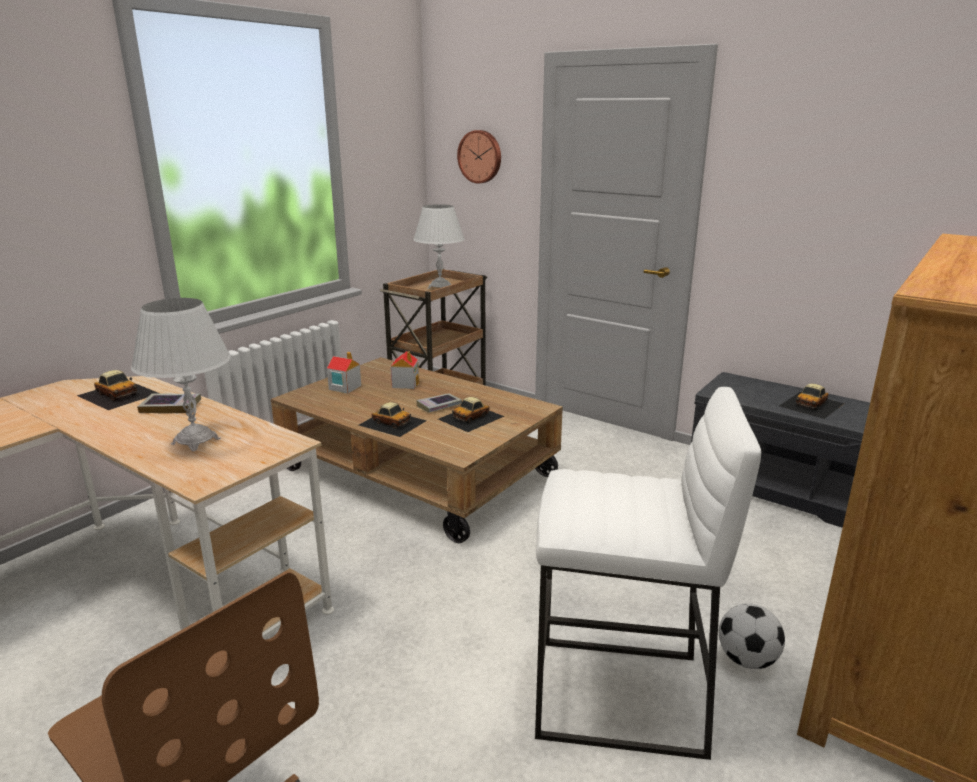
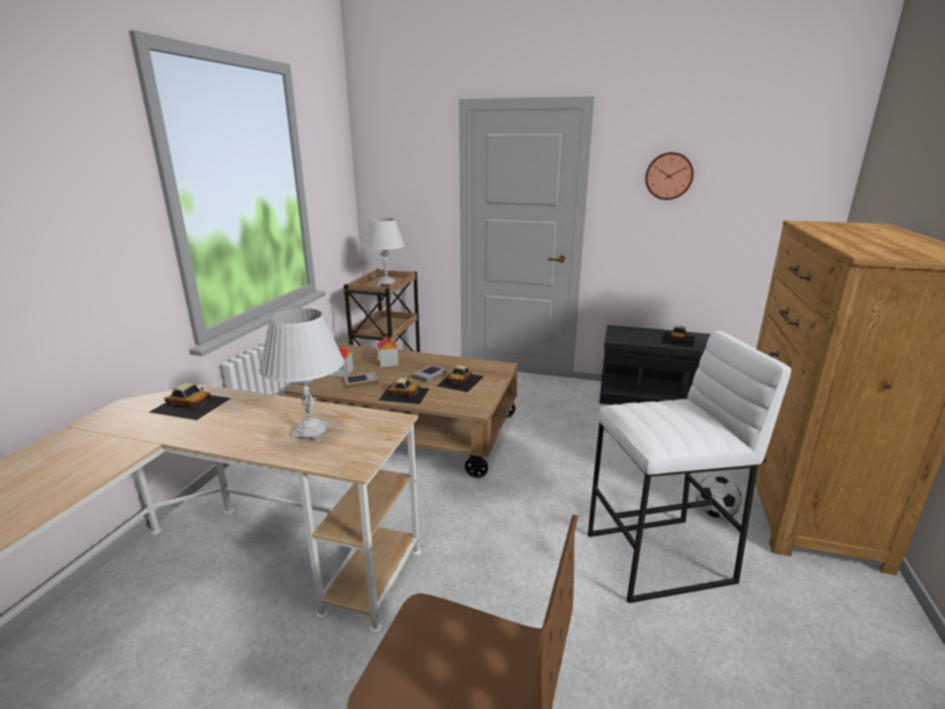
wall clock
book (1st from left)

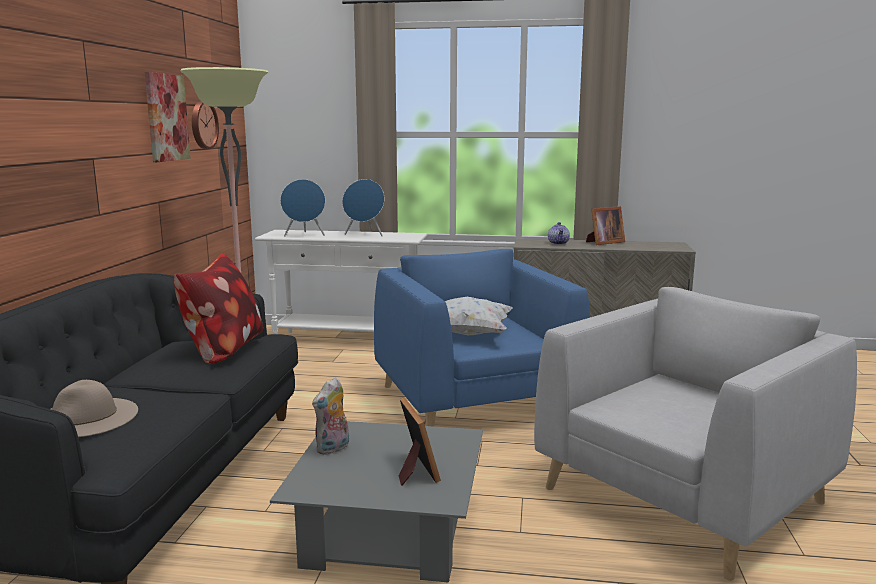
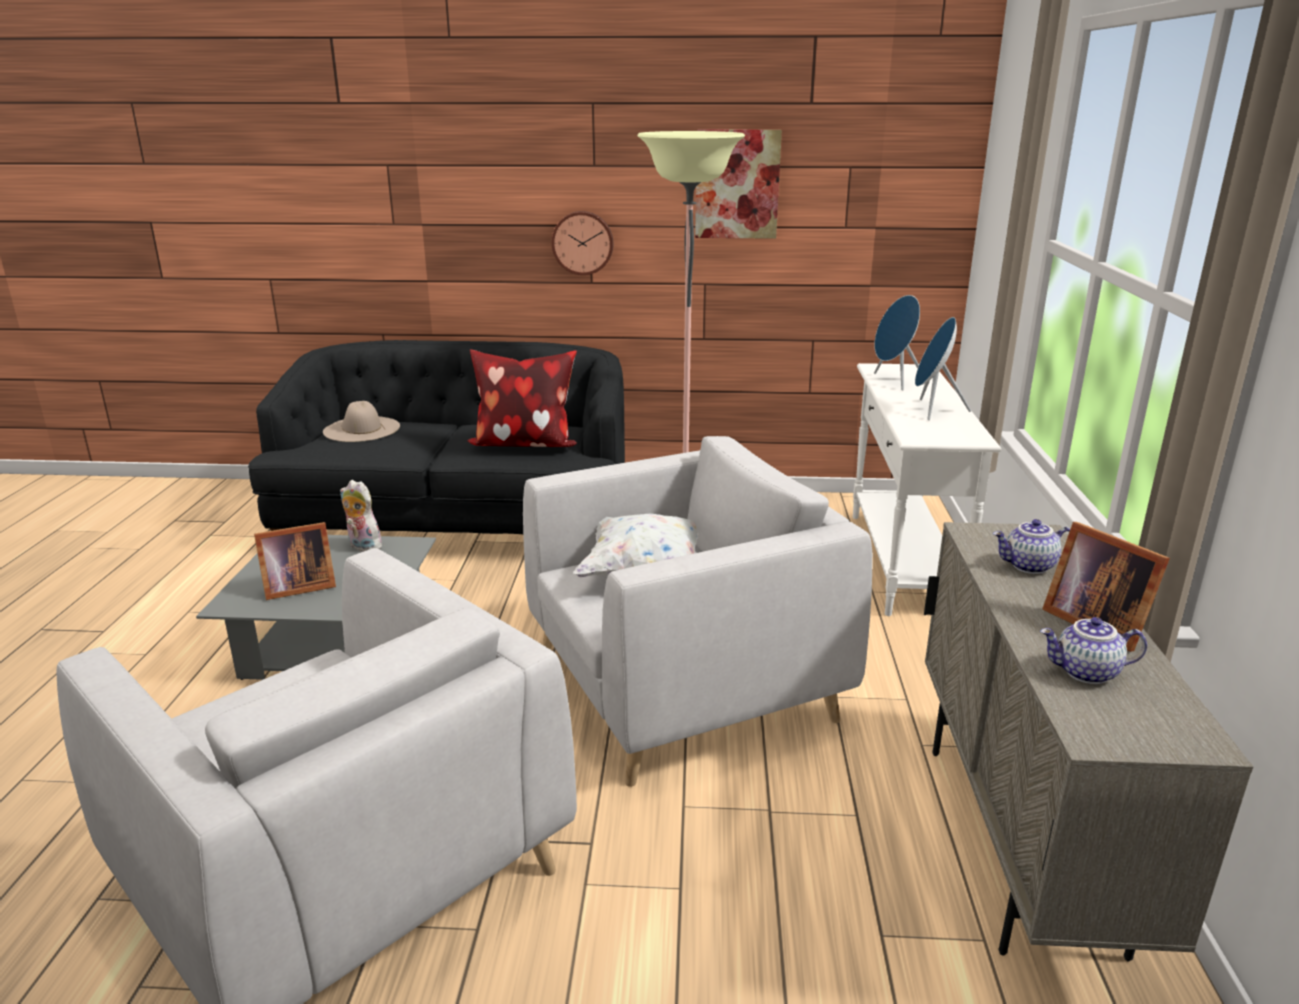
wall clock
armchair in grey (2nd from left)
teapot (2nd from left)

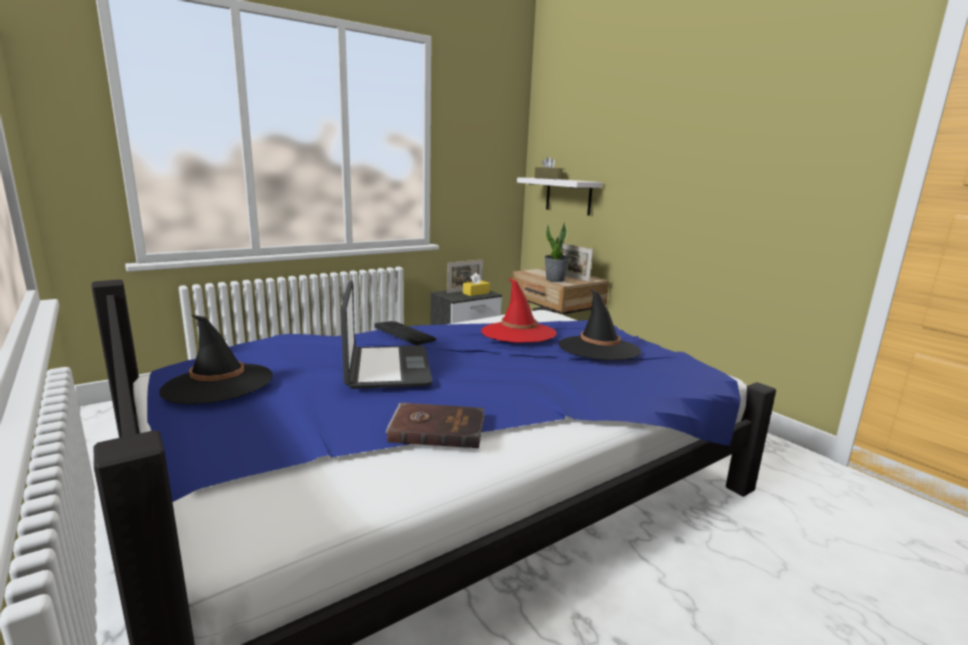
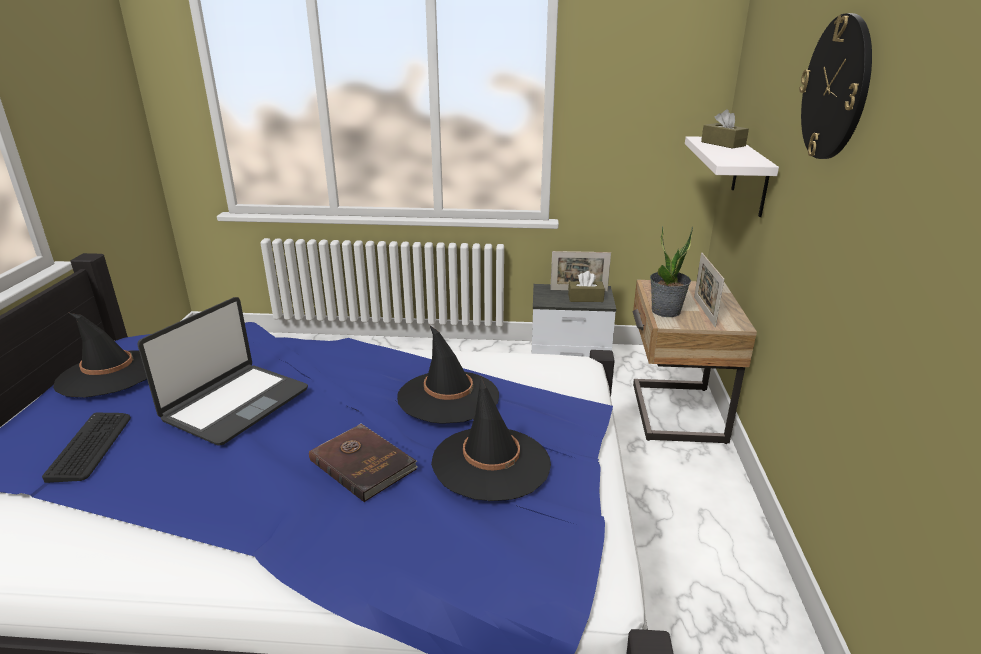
tissue box in brown (1st from left)
hat in black (2nd from left)
keyboard
book in brown
wall clock

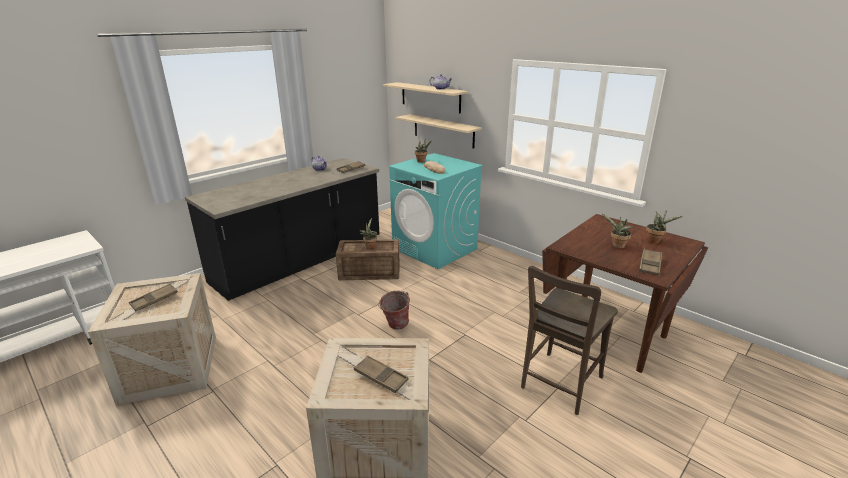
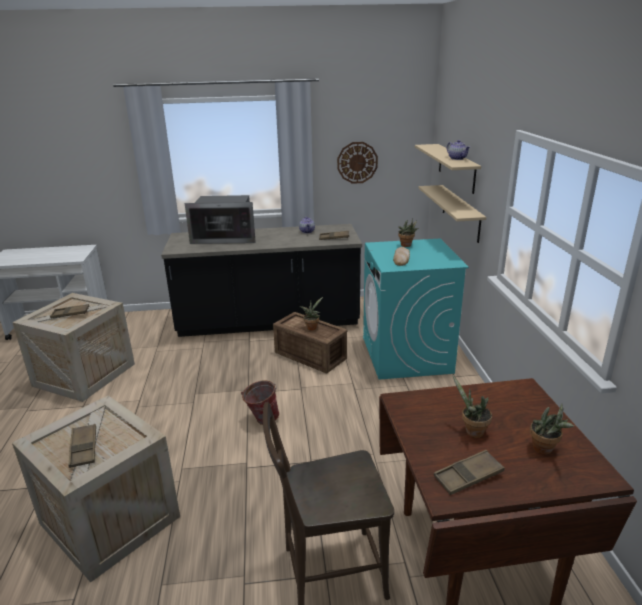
wall clock
microwave

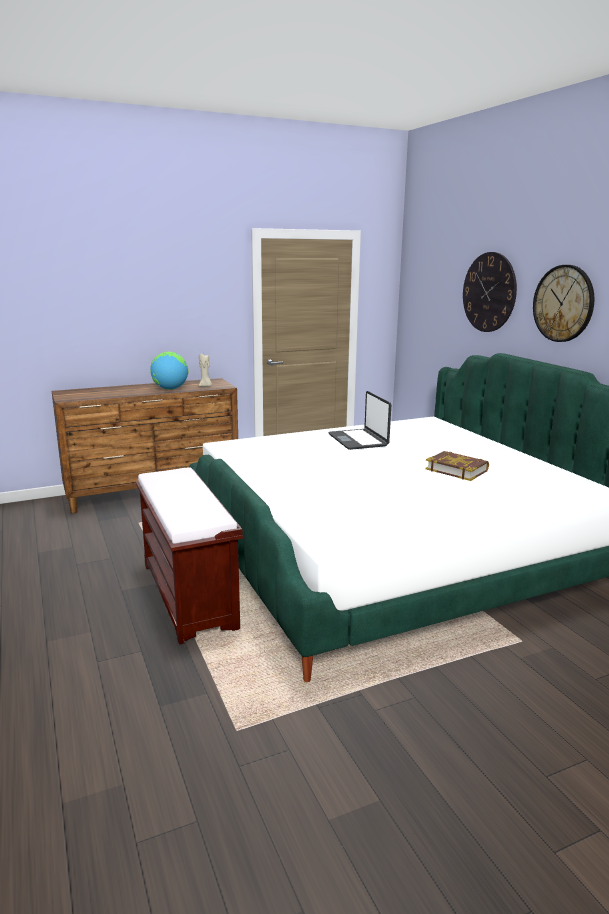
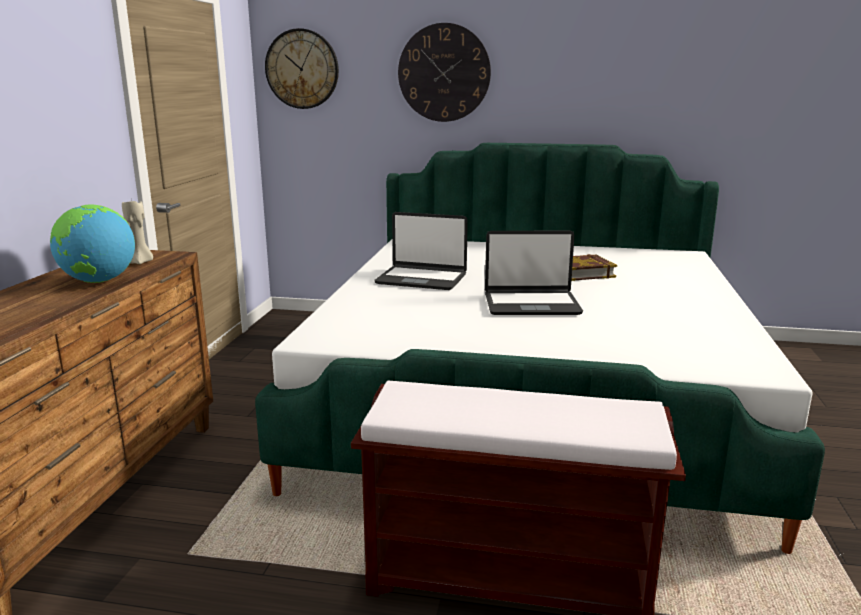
wall clock (1st from left)
laptop (2nd from left)

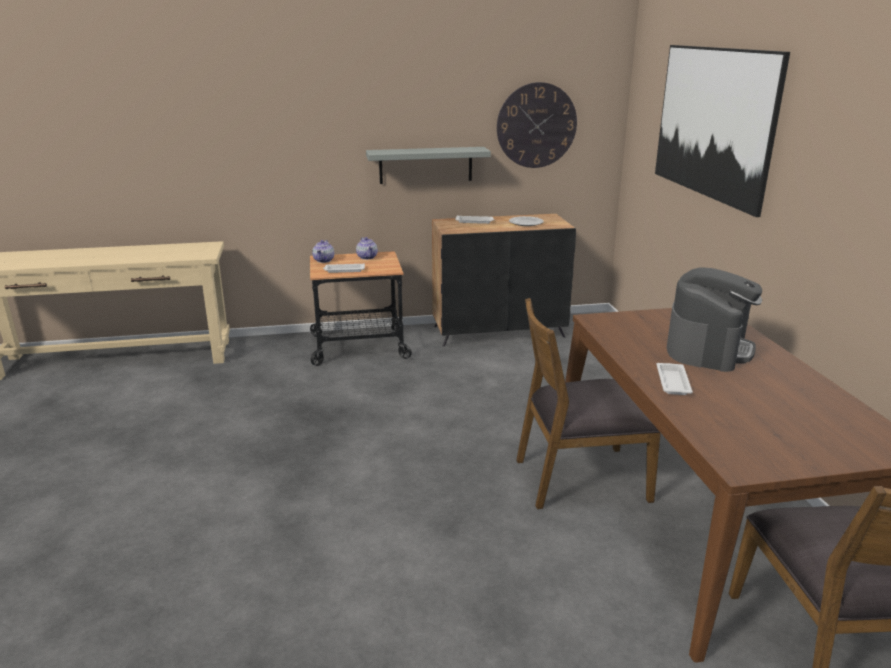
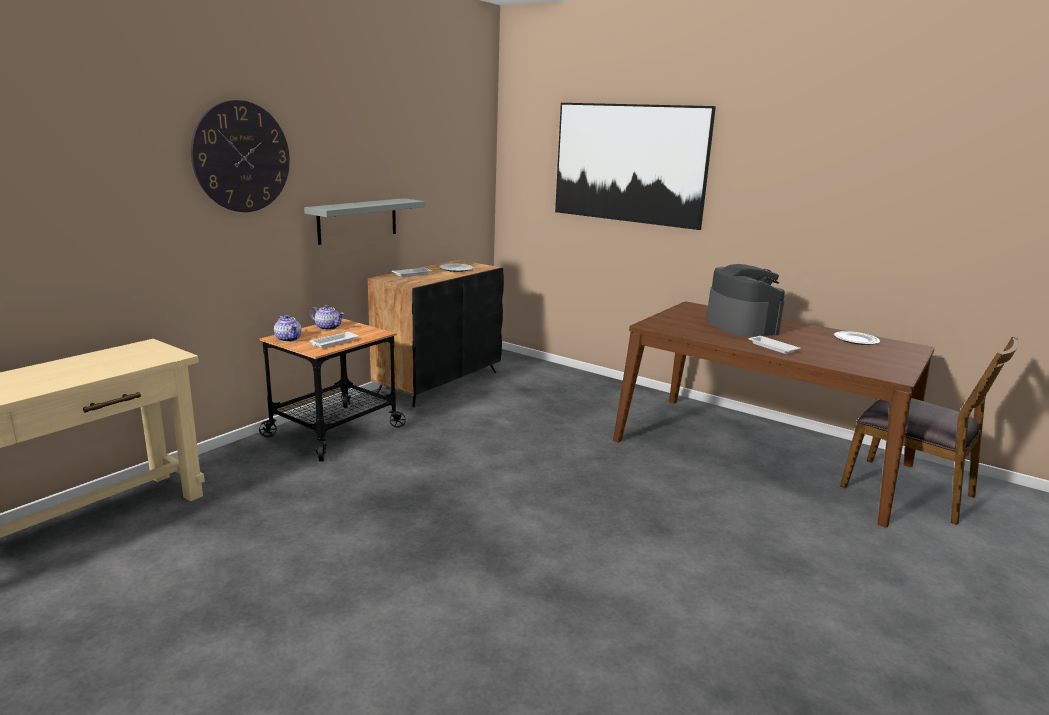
wall clock
chair in brown (1st from left in the first image)
plate (2nd from left)

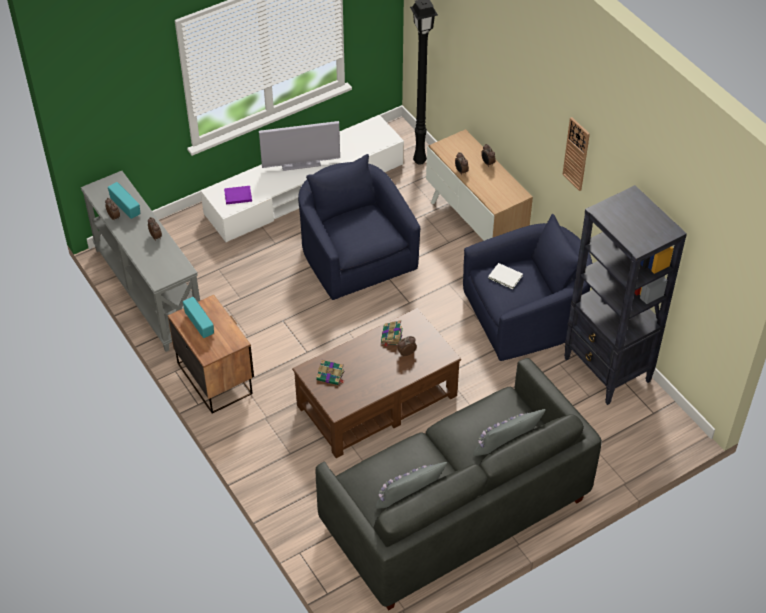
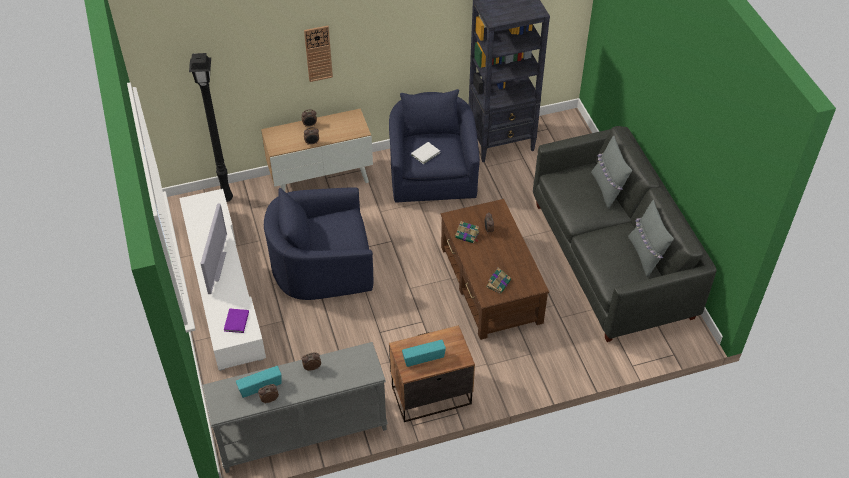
wall clock

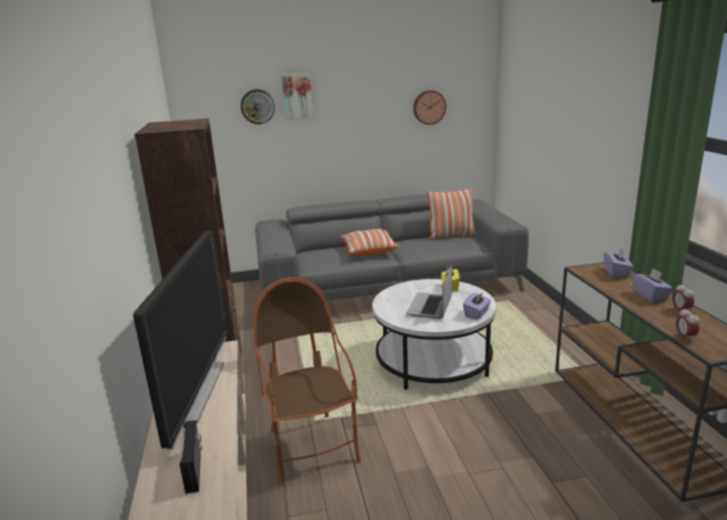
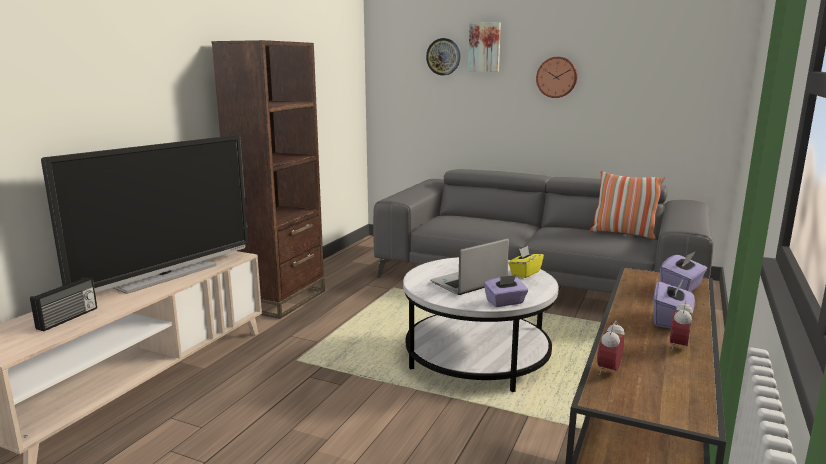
wall clock (2nd from left)
pillow (1st from left in the first image)
armchair

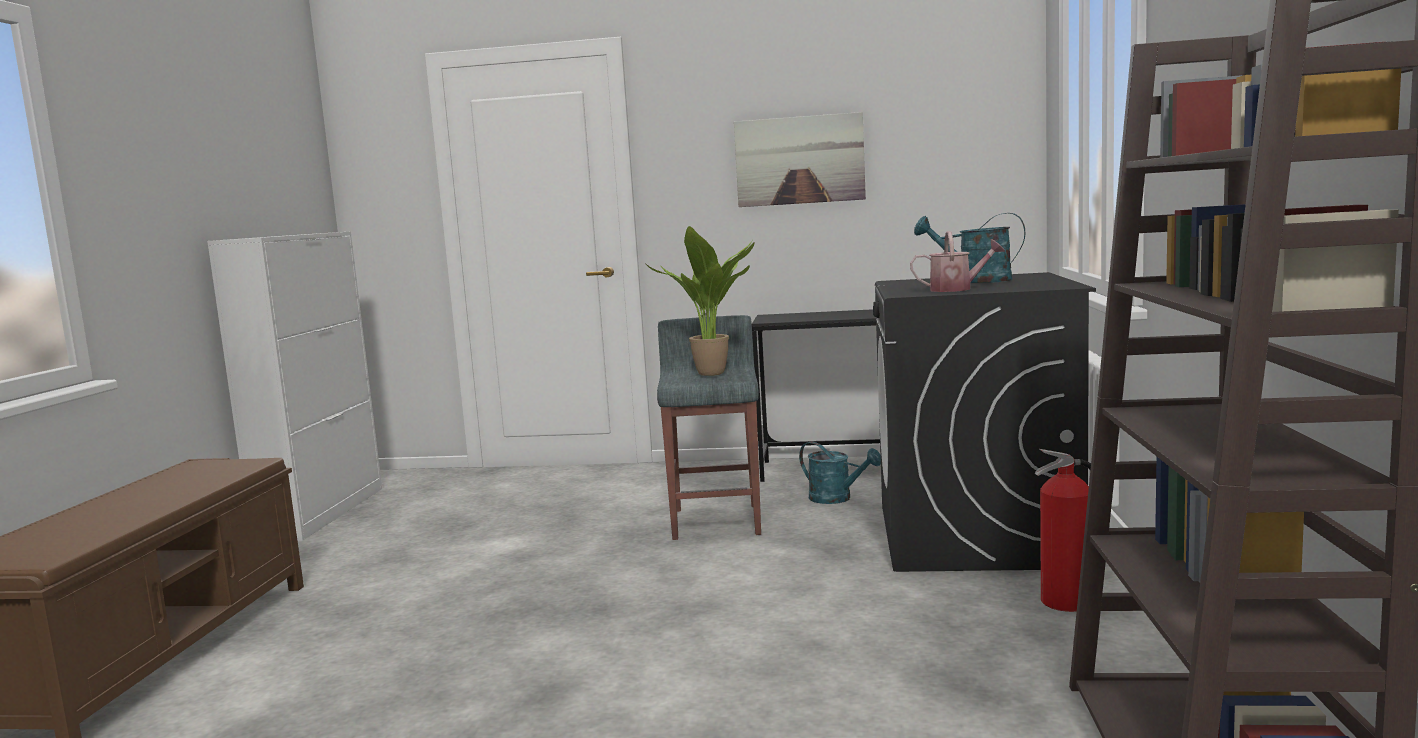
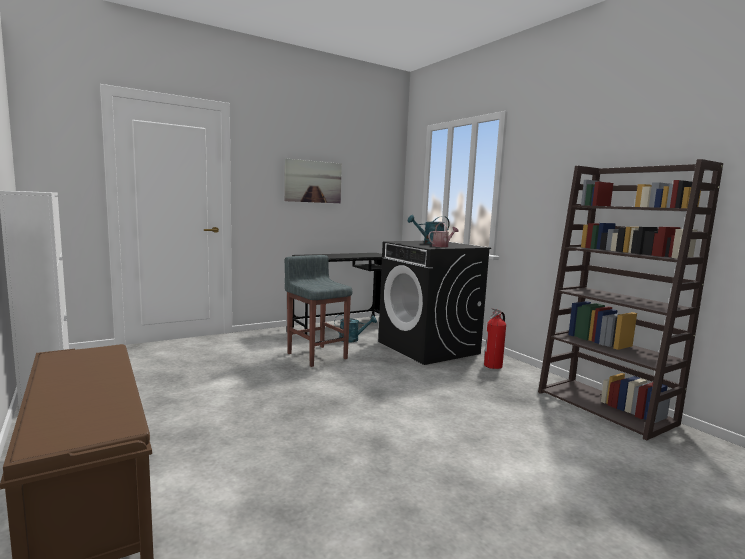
potted plant

